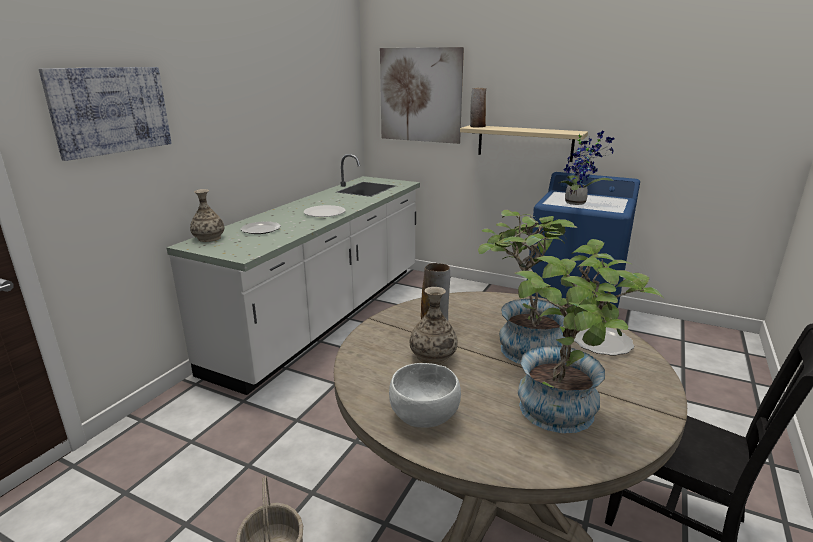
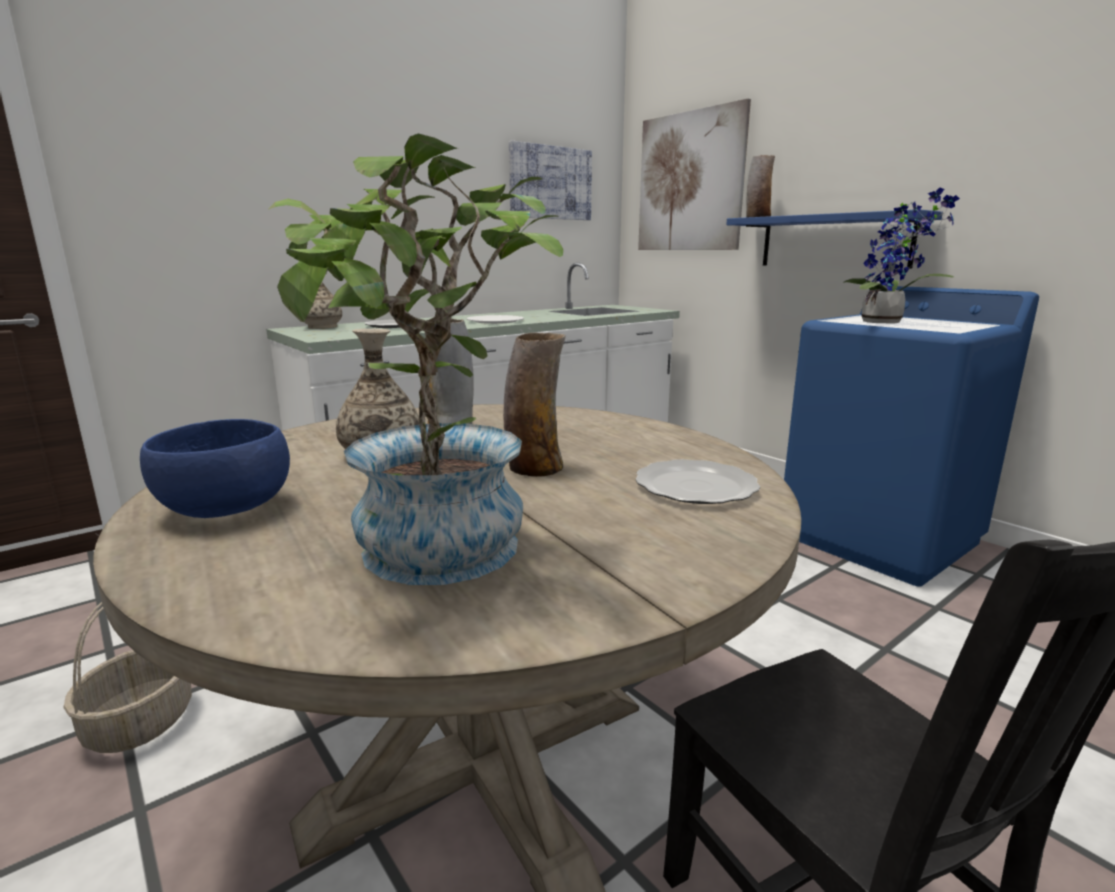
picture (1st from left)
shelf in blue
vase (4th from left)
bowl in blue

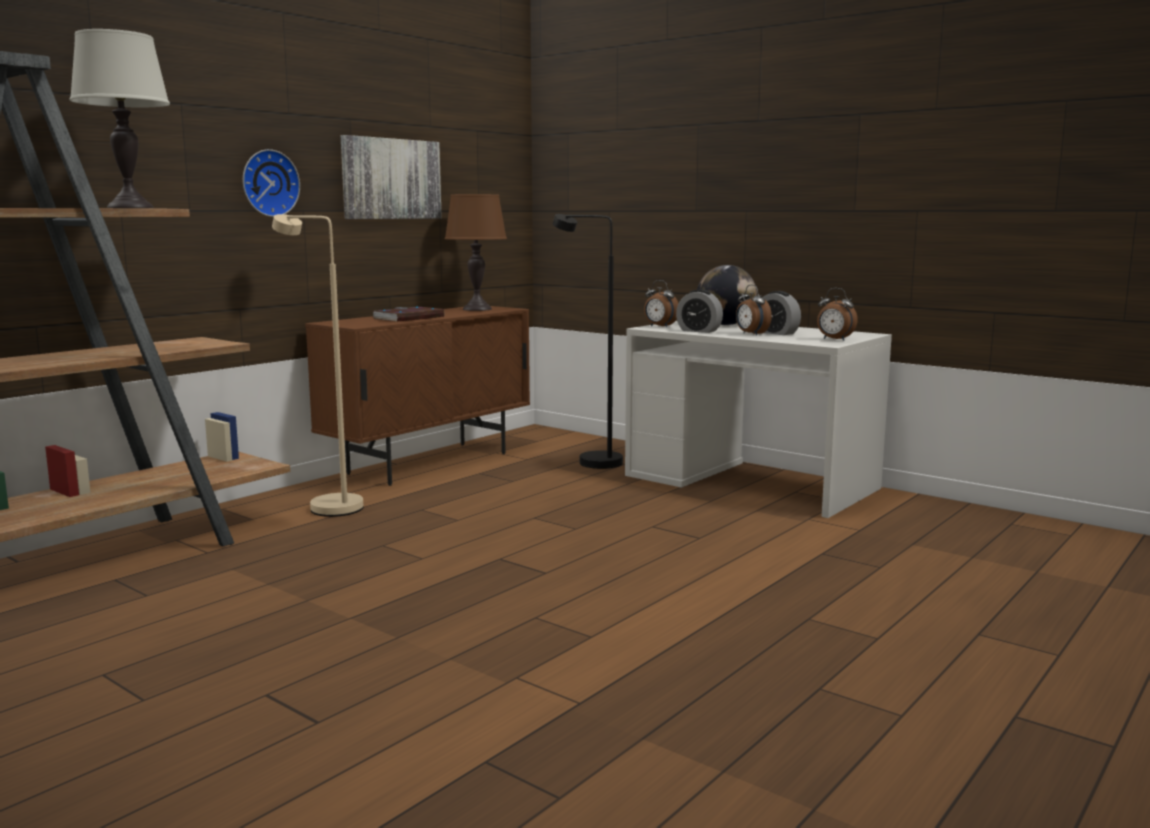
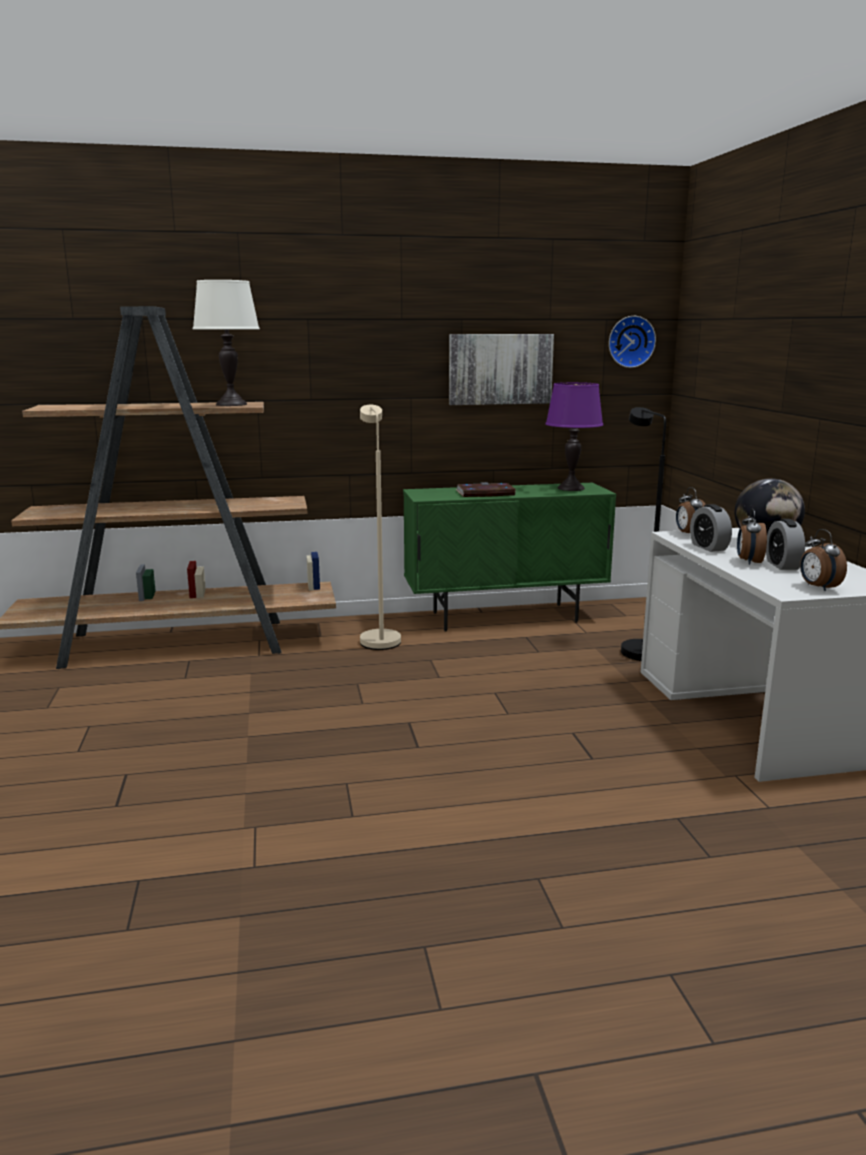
wall clock
table lamp in purple
cabinet in green

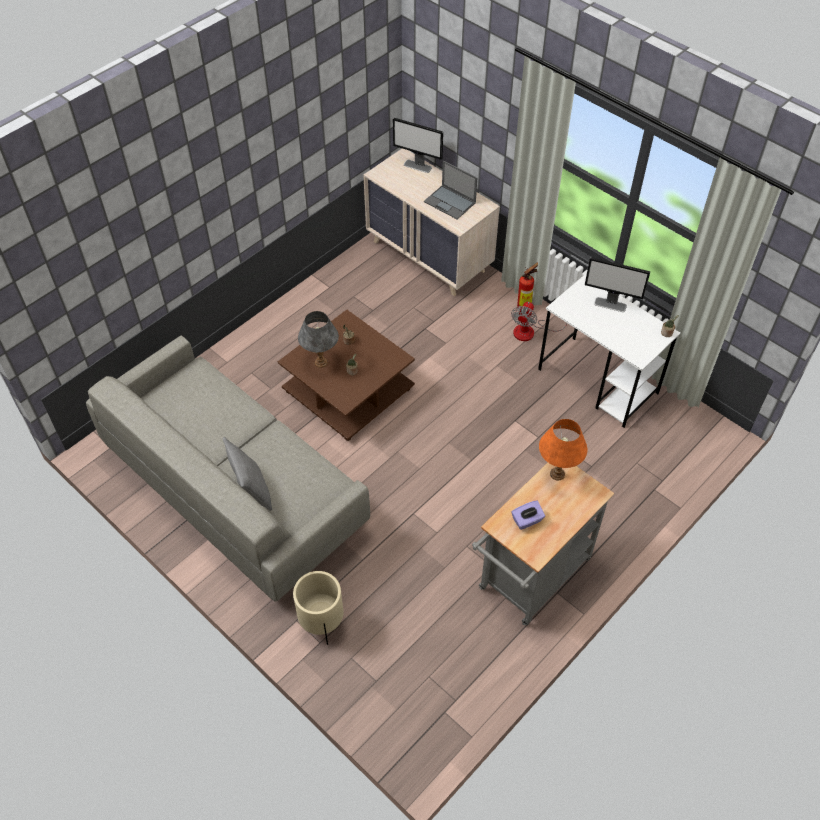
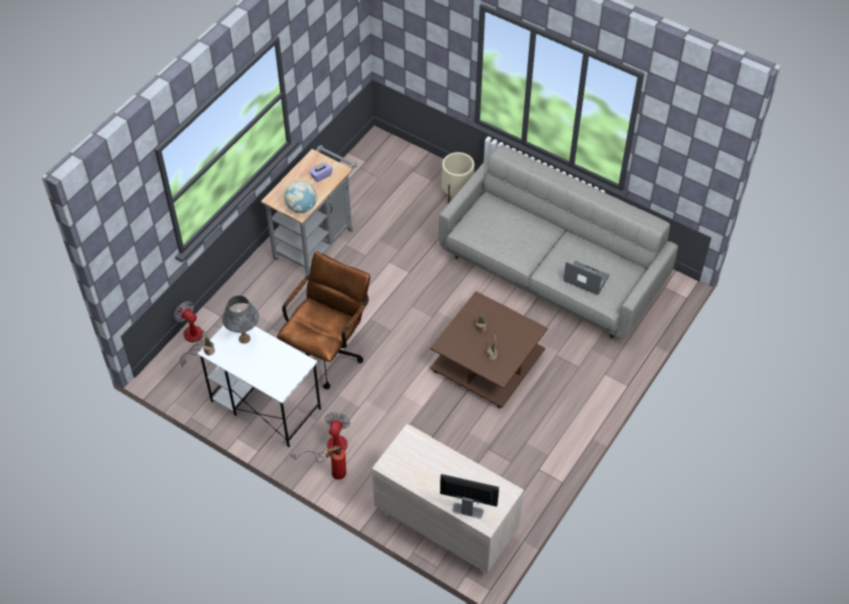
laptop
monitor (2nd from left in the first image)
table lamp in grey
globe
pillow in grey
office chair in brown
fan (1st from left)

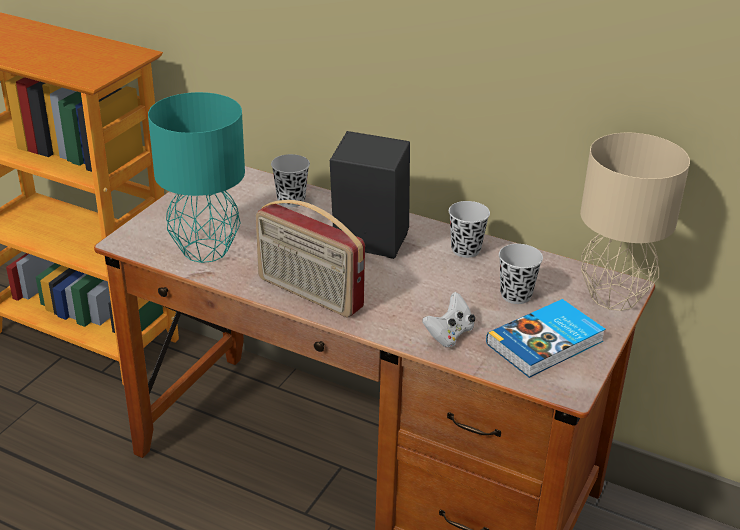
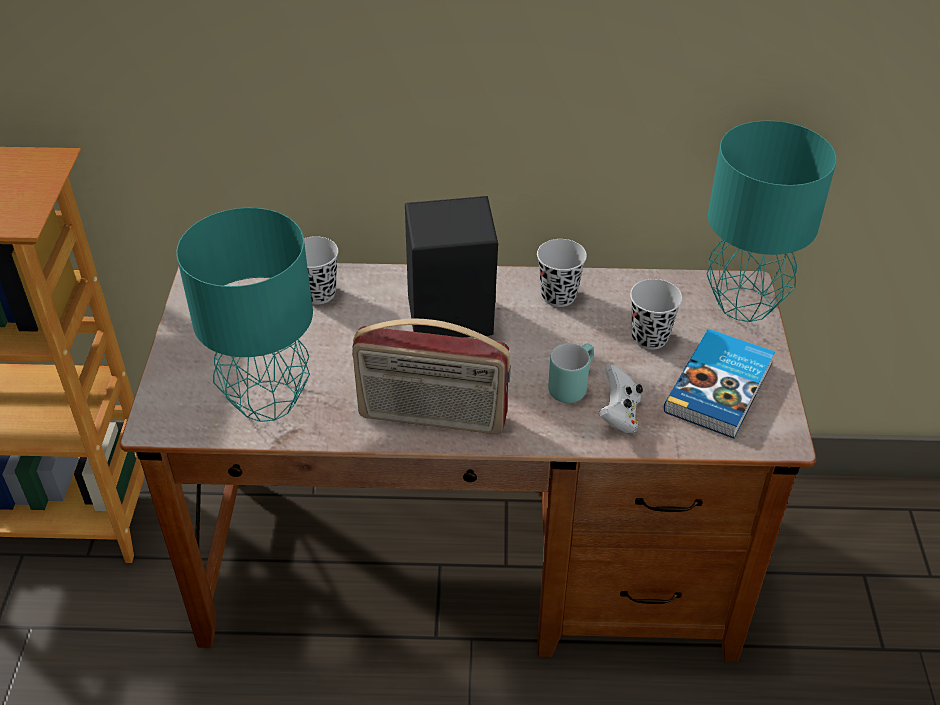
table lamp in turquoise (2nd from left)
mug in turquoise

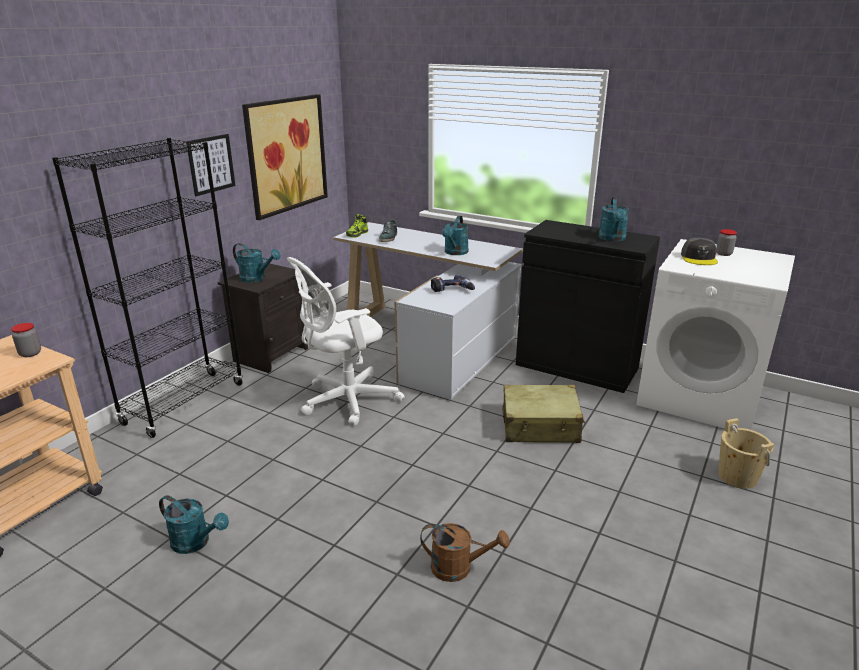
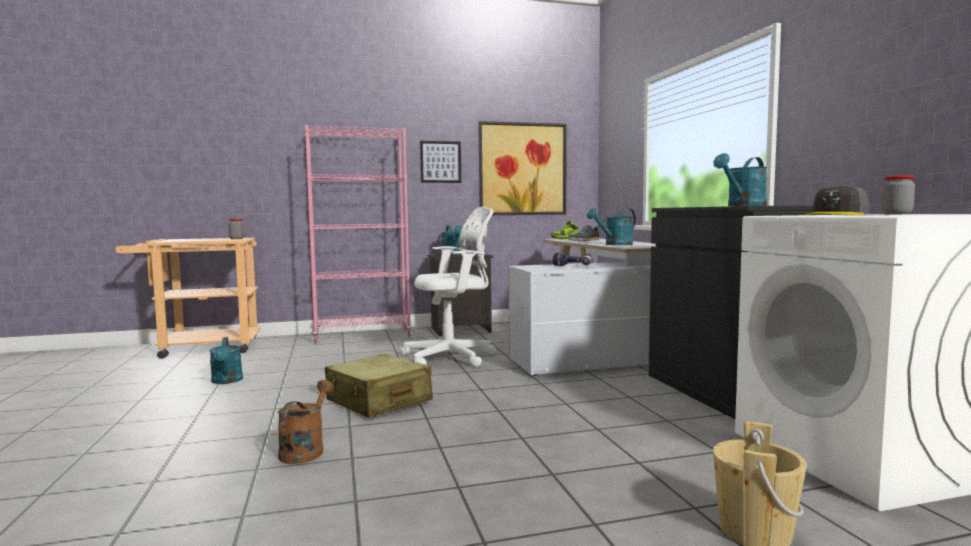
bookcase in pink
office chair in white
suitcase in beige
watering can in brown

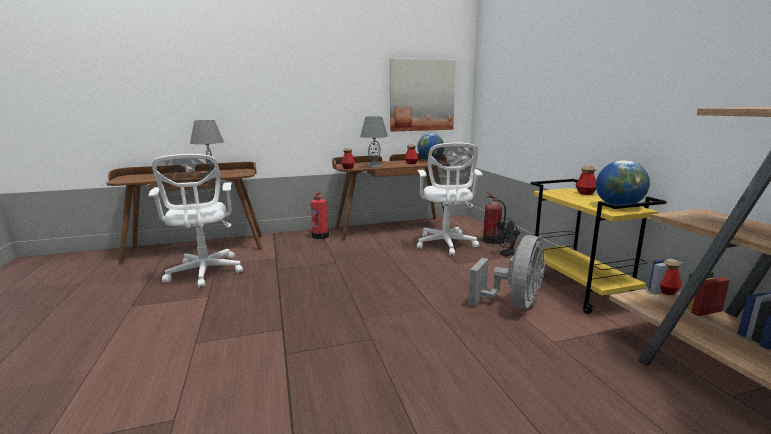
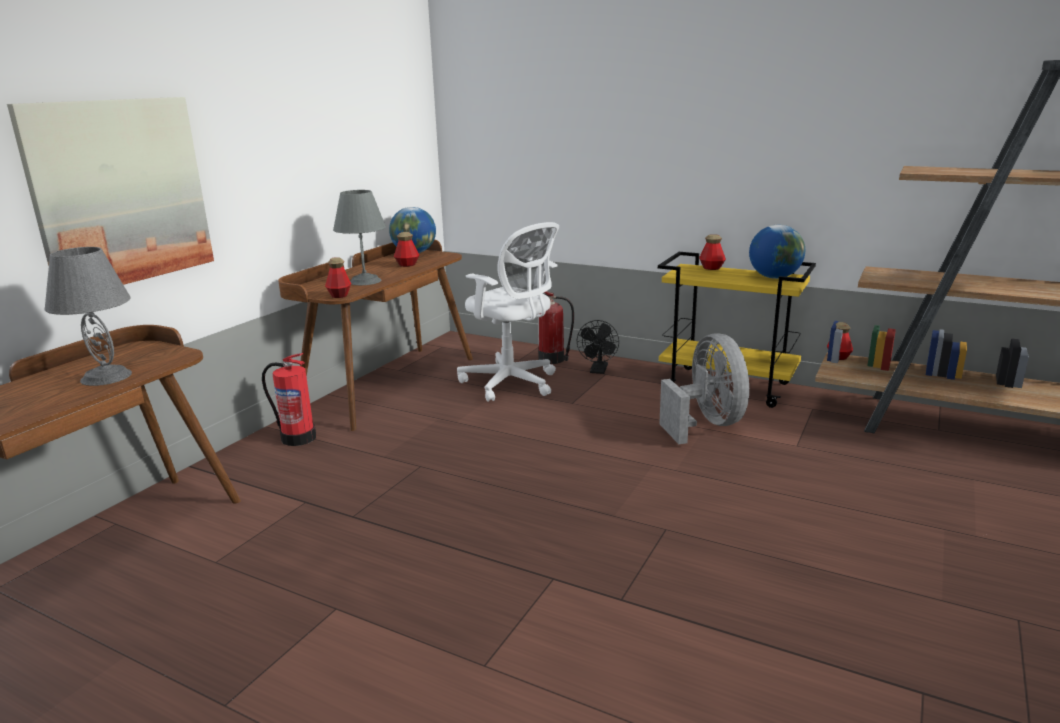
picture
office chair in white (1st from left in the first image)

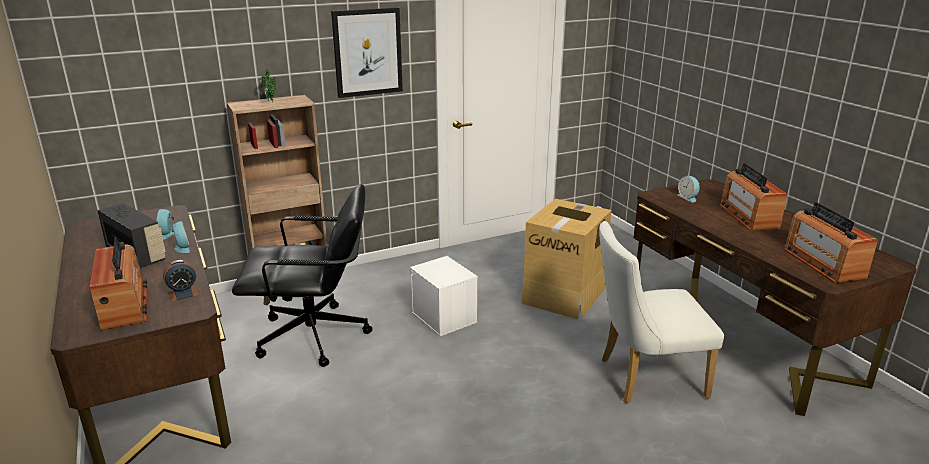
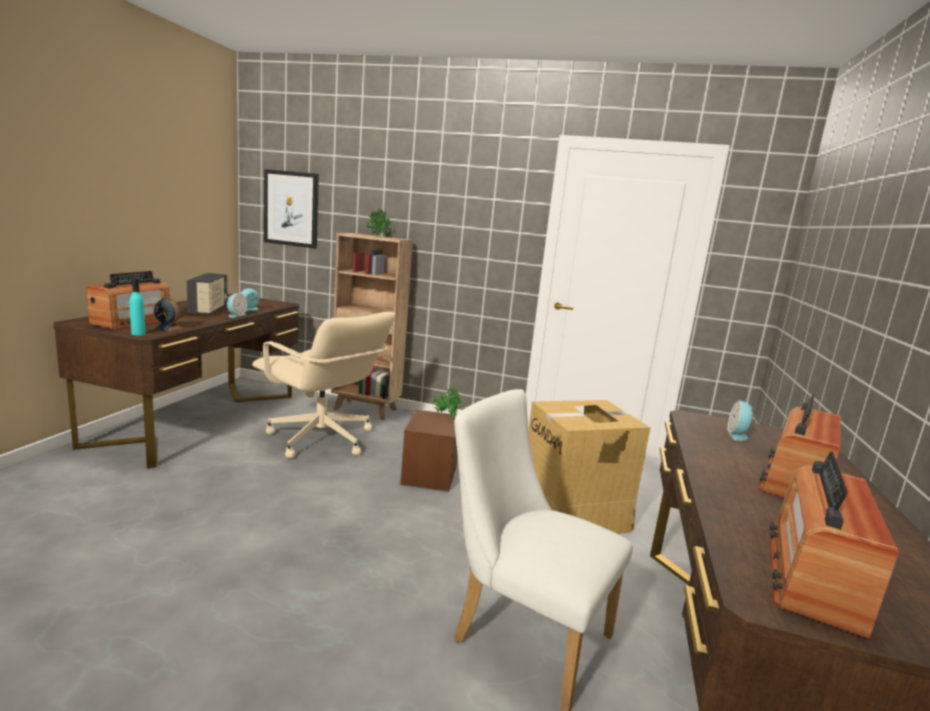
picture
office chair in beige
storage box in brown
bottle in turquoise
potted plant (2nd from left)

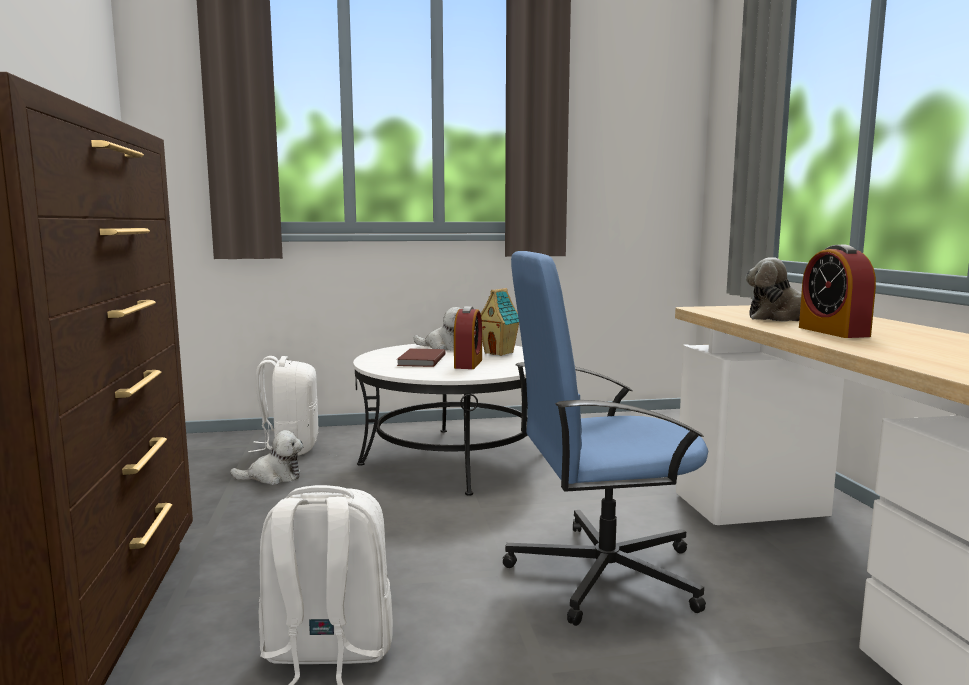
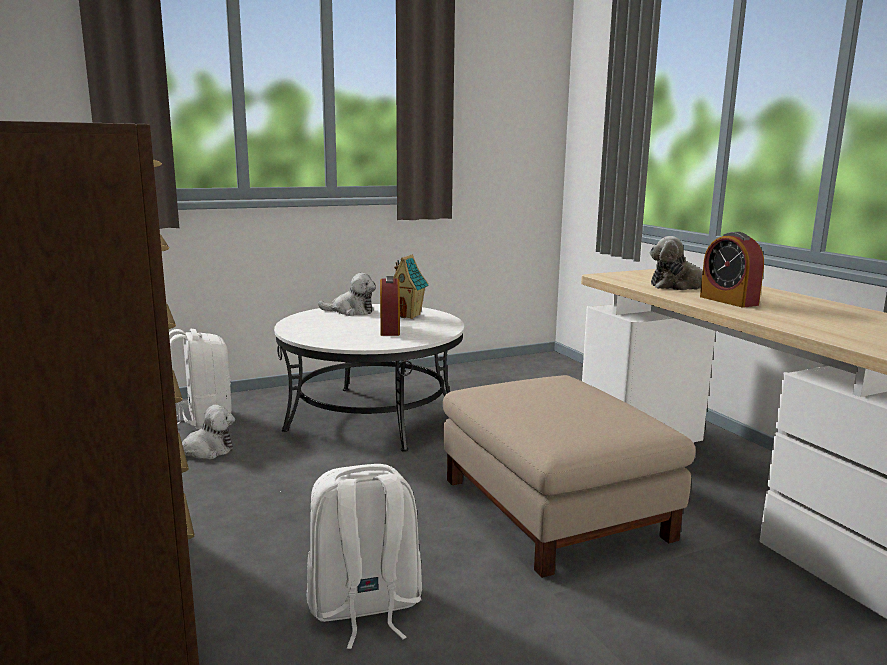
ottoman in beige
book in brown

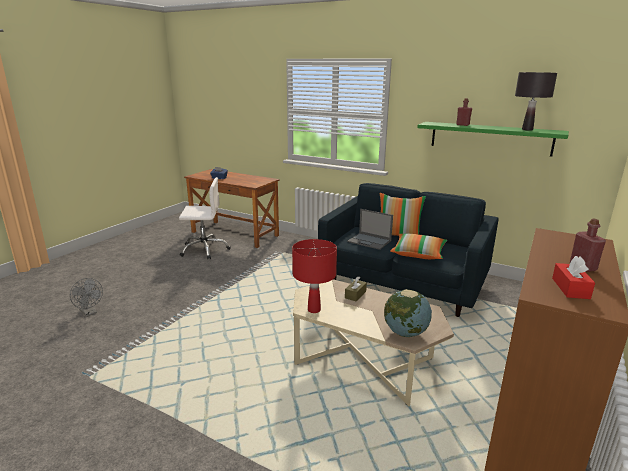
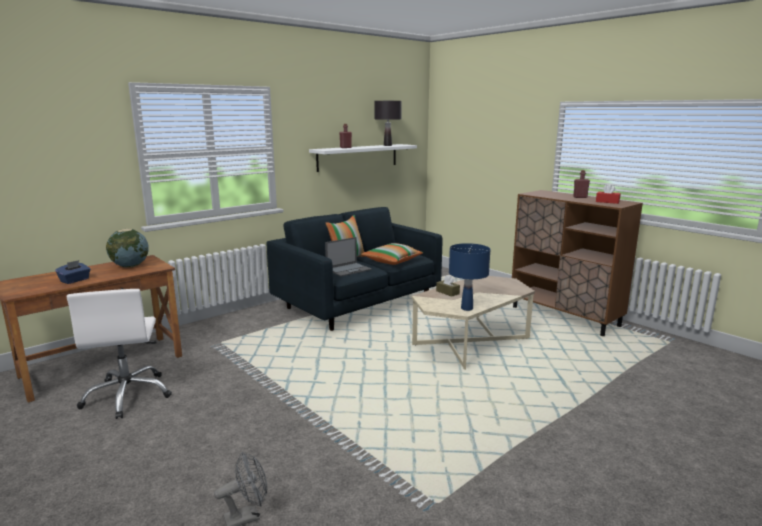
shelf in white
office chair in white
table lamp in blue
globe

